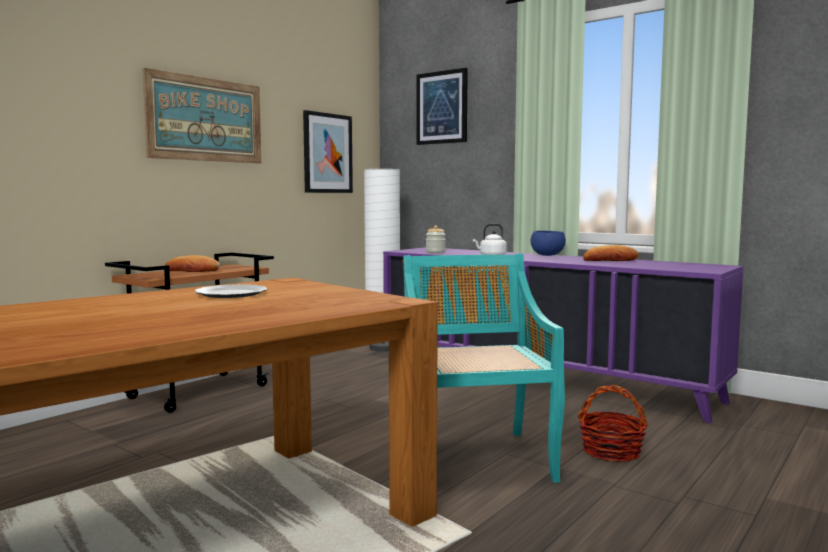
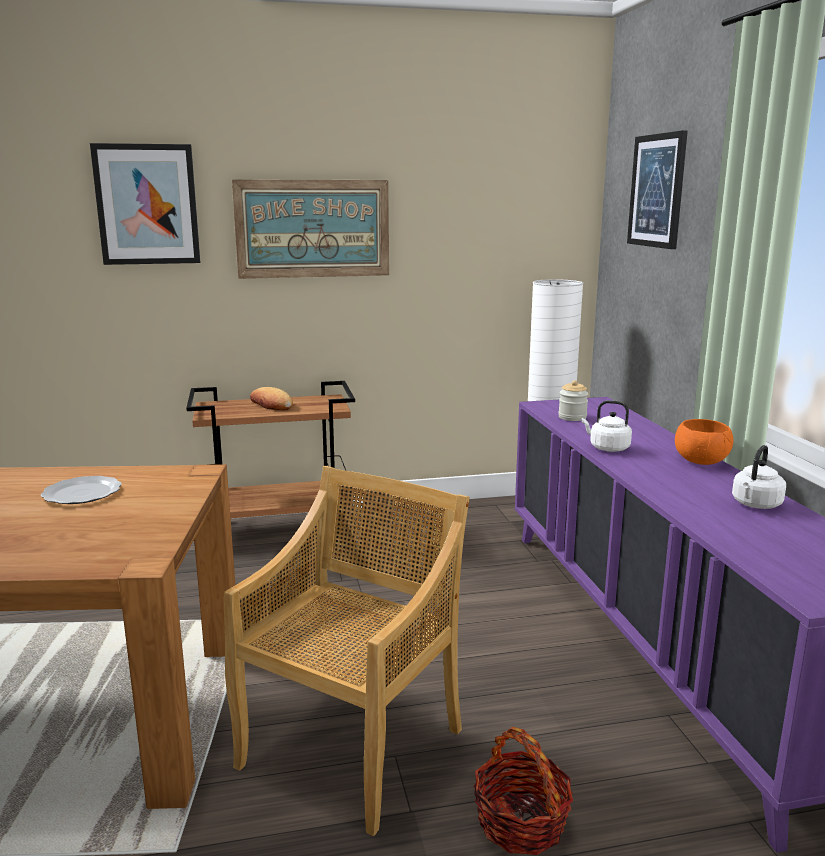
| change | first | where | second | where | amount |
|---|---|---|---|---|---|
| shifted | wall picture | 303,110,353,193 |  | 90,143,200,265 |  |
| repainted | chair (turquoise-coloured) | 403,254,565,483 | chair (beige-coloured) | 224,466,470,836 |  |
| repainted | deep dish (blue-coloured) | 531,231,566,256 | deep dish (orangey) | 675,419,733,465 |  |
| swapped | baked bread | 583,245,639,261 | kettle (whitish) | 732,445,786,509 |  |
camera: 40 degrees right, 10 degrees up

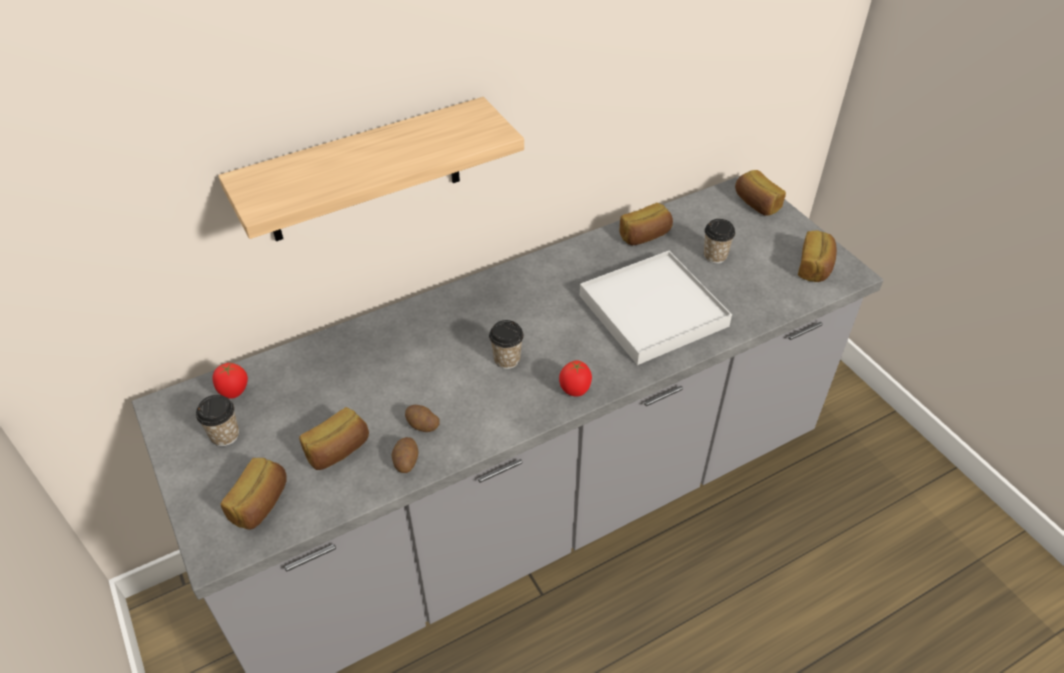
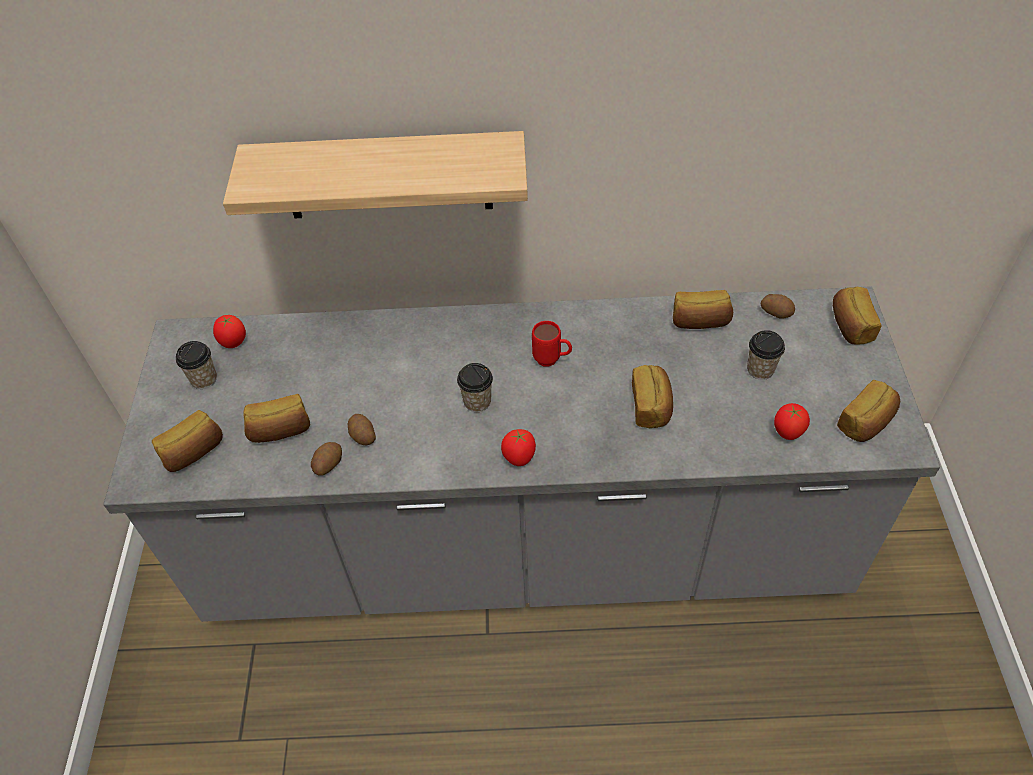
| change | first | where | second | where | amount |
|---|---|---|---|---|---|
| swapped | serving tray (whitish) | 580,251,732,365 | baked bread | 632,365,673,428 |  |
| new |  |  | tea mug (reddish) | 532,321,572,367 |  |
| new |  |  | spud | 761,294,795,319 |  |
| new |  |  | fresh tomato | 774,403,810,440 |  |
camera: 30 degrees right, 5 degrees up

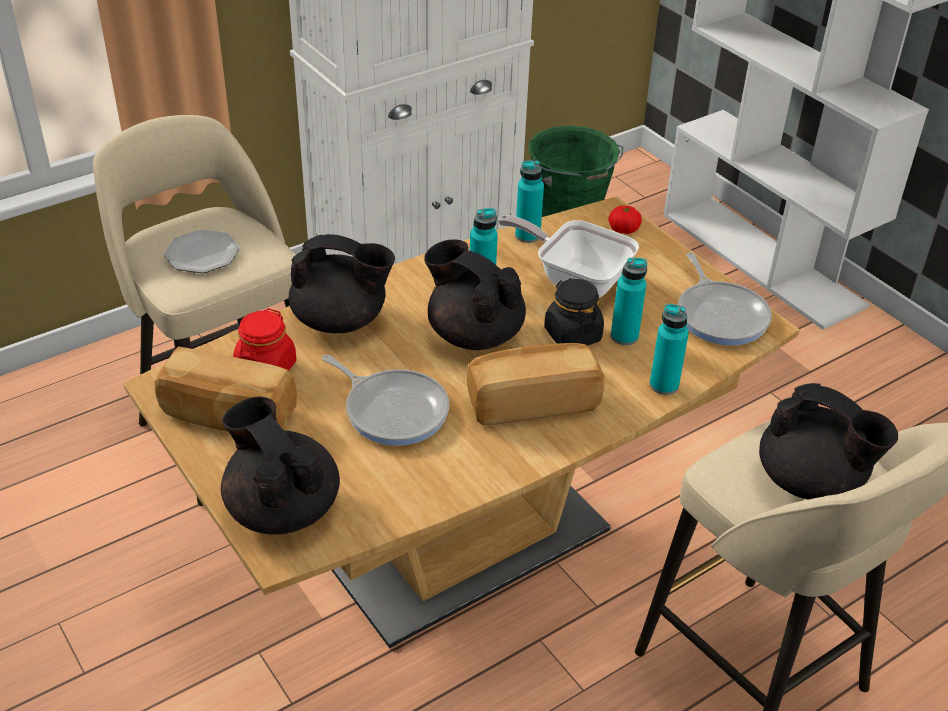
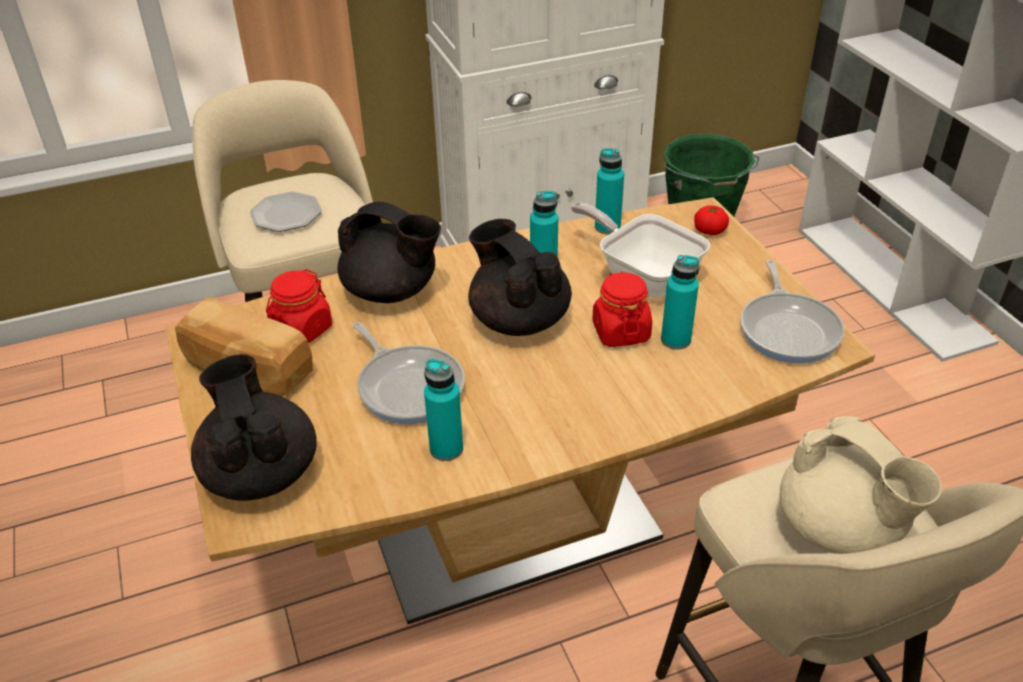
| change | first | where | second | where | amount |
|---|---|---|---|---|---|
| gone | baked bread | 467,343,604,425 |  |  |  |
| repainted | jar (blackish) | 544,278,604,346 | jar (reddish) | 592,271,652,347 |  |
| shifted | bottle (turquoise-coloured) | 650,304,689,395 |  | 424,358,463,461 |  |
| repainted | pot for tea (blackish) | 759,383,898,500 | pot for tea (beige-coloured) | 780,416,942,554 |  |
camera: 15 degrees right, 0 degrees up

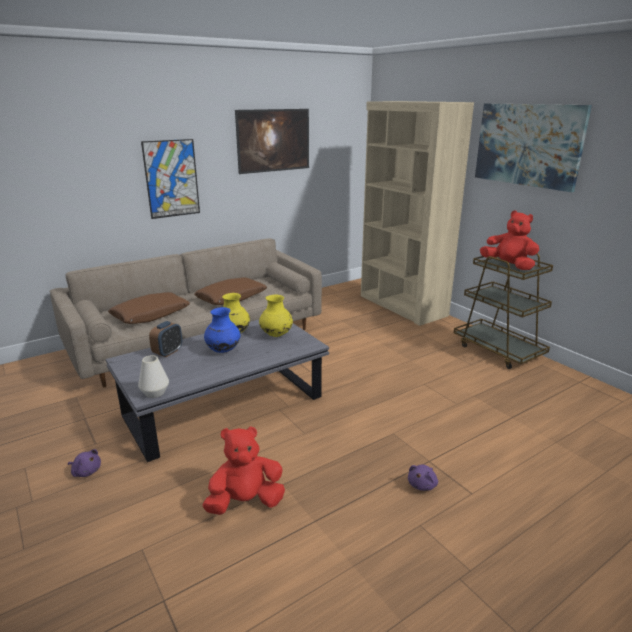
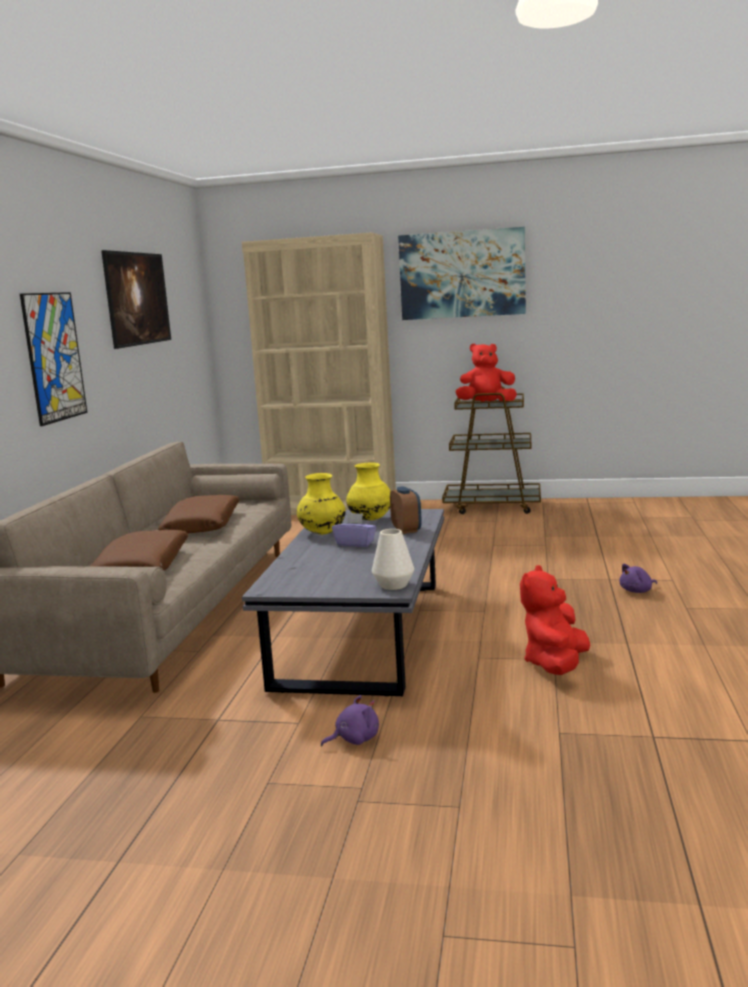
| change | first | where | second | where | amount |
|---|---|---|---|---|---|
| shifted | table clock | 149,321,182,357 |  | 390,486,422,534 |  |
| swapped | flower vase (blue-coloured) | 204,307,240,353 | tissue box (purple) | 332,513,377,547 |  |
| rotated | plush toy (purple) | 408,464,438,491 |  | 619,564,657,593 | 75 degrees clockwise |
camera: 45 degrees left, 10 degrees down

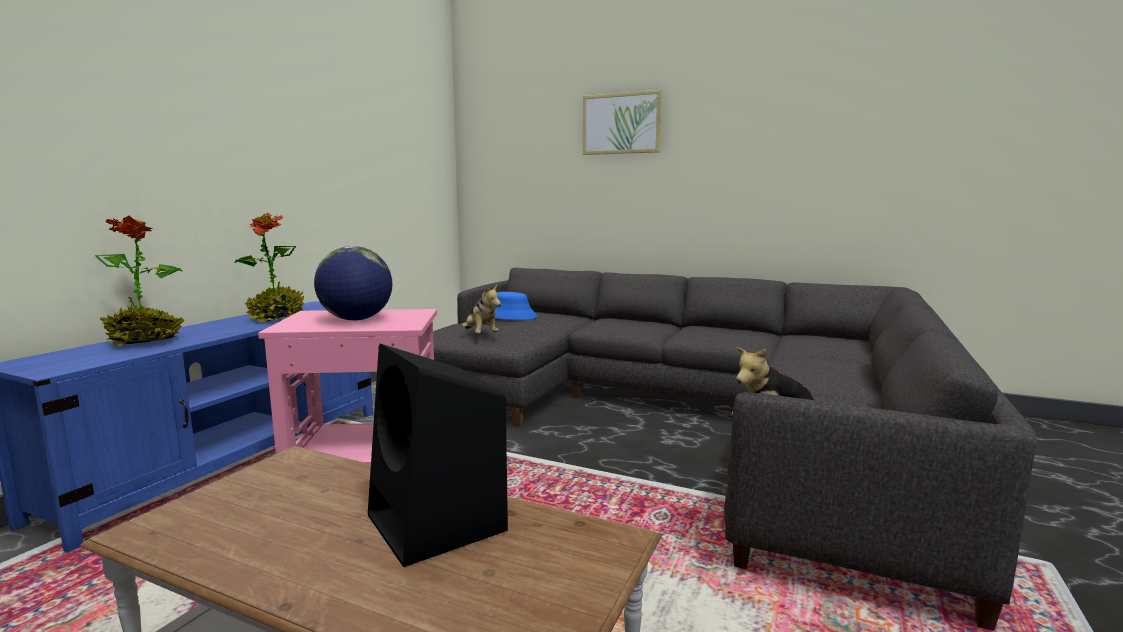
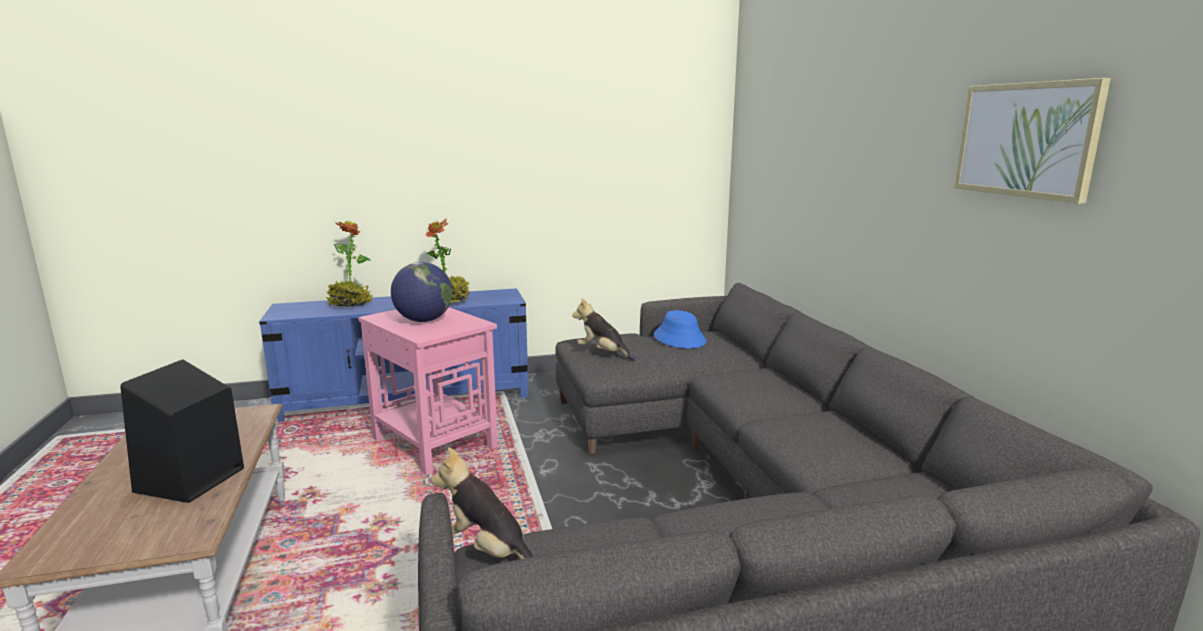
| change | first | where | second | where | amount |
|---|---|---|---|---|---|
| rotated | plush toy | 462,285,501,333 |  | 572,298,637,361 | 105 degrees clockwise |
| shifted | wall picture | 583,90,662,155 |  | 954,78,1111,204 |  |
camera: 50 degrees right, 5 degrees up

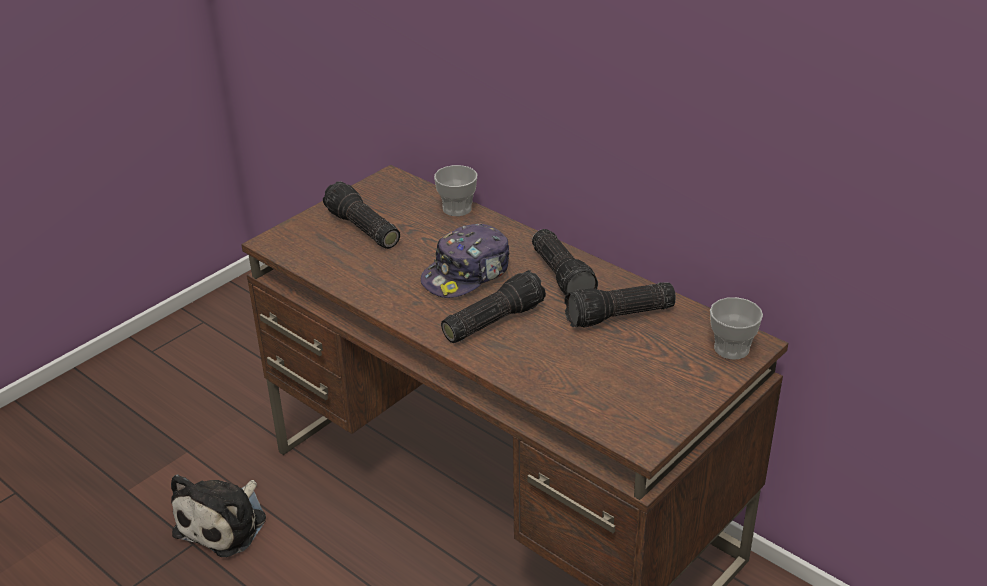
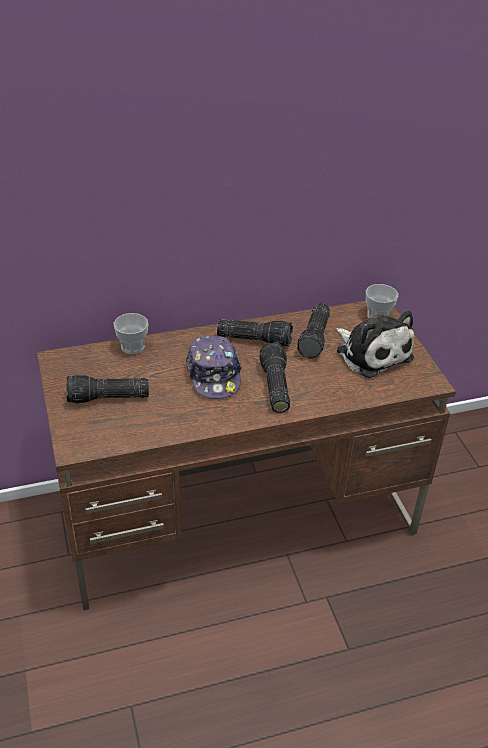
| change | first | where | second | where | amount |
|---|---|---|---|---|---|
| shifted | plush toy | 171,474,266,557 |  | 336,311,414,378 |  |
camera: 60 degrees left, 5 degrees up

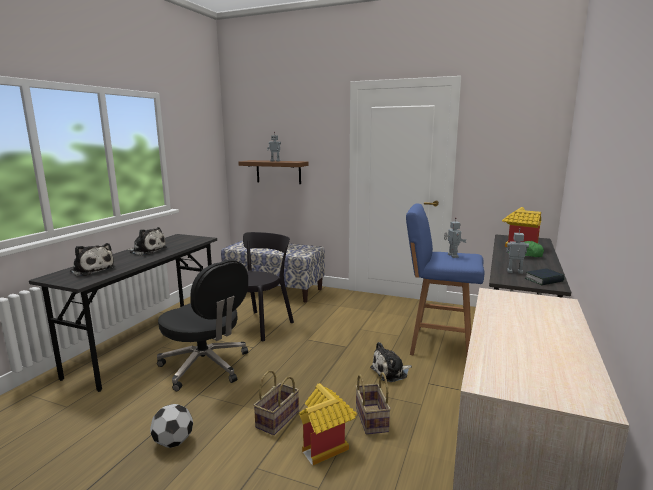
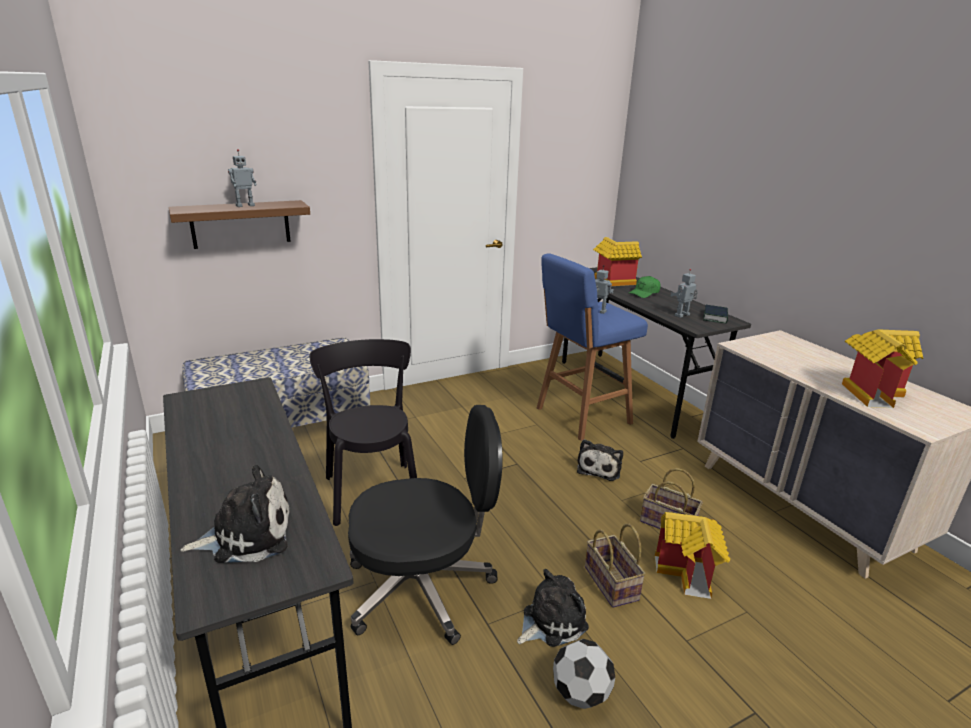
| change | first | where | second | where | amount |
|---|---|---|---|---|---|
| shifted | plush toy | 127,227,167,255 |  | 517,569,589,647 |  |
| new |  |  | miniature house | 842,329,923,408 |  |
camera: 50 degrees left, 10 degrees up

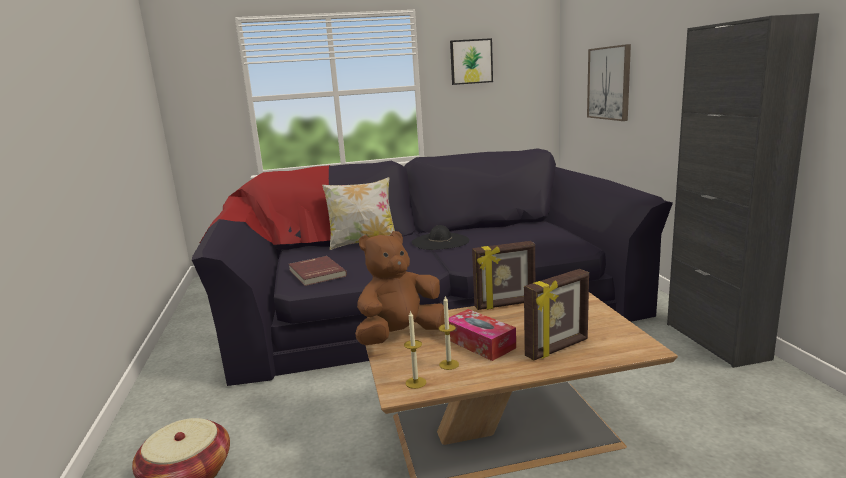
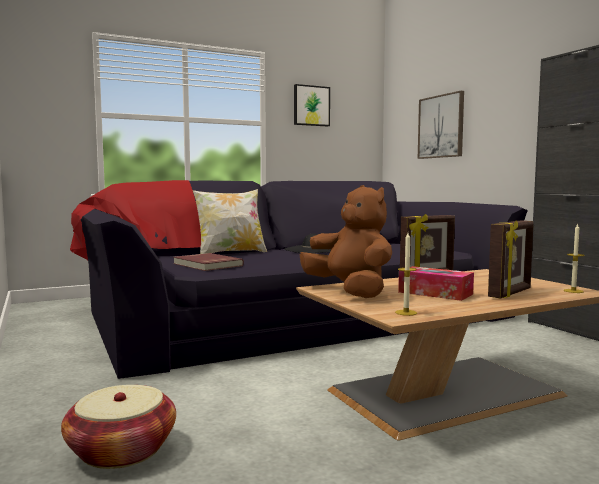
| change | first | where | second | where | amount |
|---|---|---|---|---|---|
| rotated | plush toy (brownish) | 355,231,445,345 |  | 300,185,392,298 | 105 degrees clockwise |
| shifted | candle | 439,296,459,370 |  | 564,223,584,293 |  |
camera: 15 degrees left, 10 degrees down

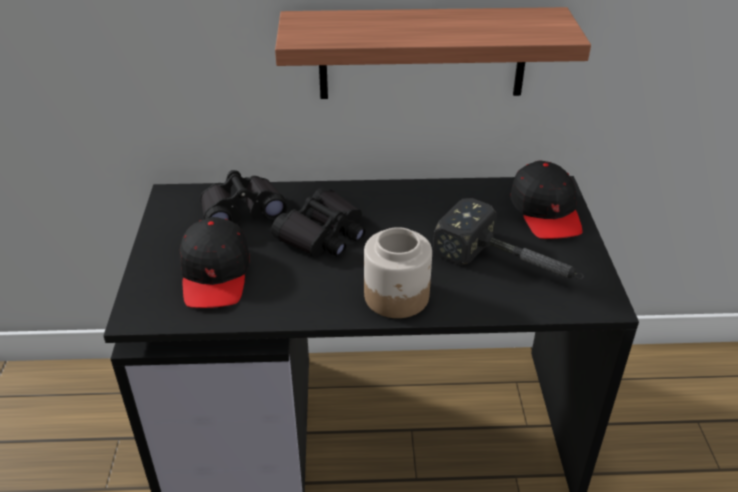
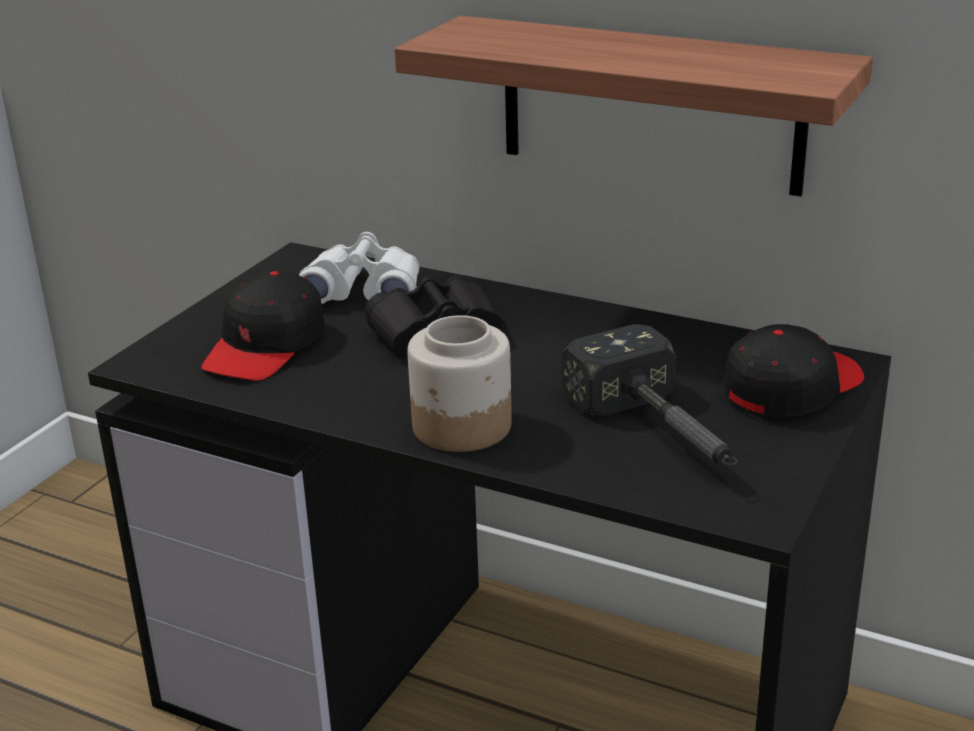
| change | first | where | second | where | amount |
|---|---|---|---|---|---|
| repainted | binoculars (blackish) | 200,170,288,223 | binoculars (whitish) | 299,232,419,304 |  |
| rotated | baseball cap (blackish) | 511,161,583,239 |  | 724,324,864,417 | 150 degrees counterclockwise |
camera: 30 degrees right, 10 degrees down

